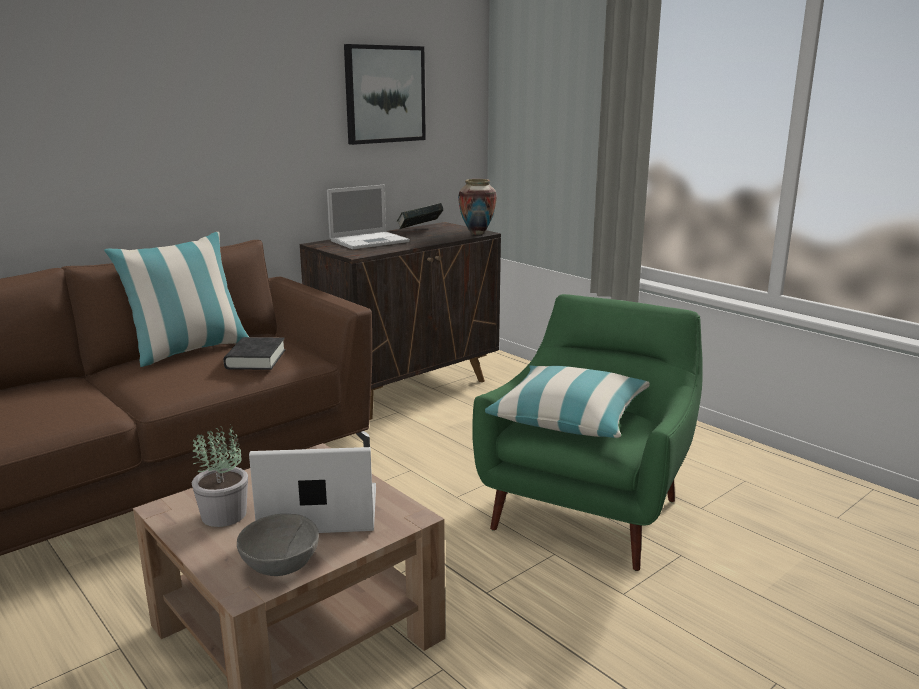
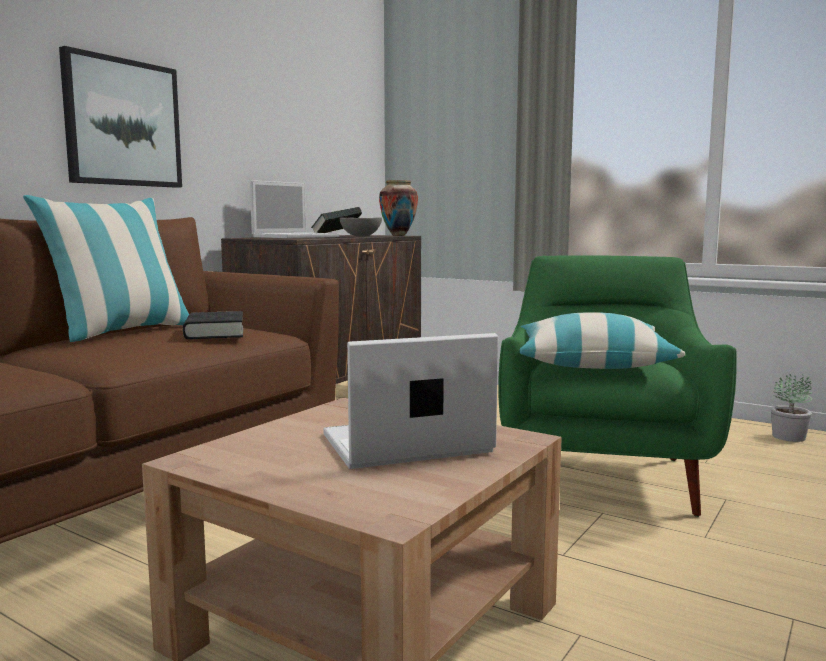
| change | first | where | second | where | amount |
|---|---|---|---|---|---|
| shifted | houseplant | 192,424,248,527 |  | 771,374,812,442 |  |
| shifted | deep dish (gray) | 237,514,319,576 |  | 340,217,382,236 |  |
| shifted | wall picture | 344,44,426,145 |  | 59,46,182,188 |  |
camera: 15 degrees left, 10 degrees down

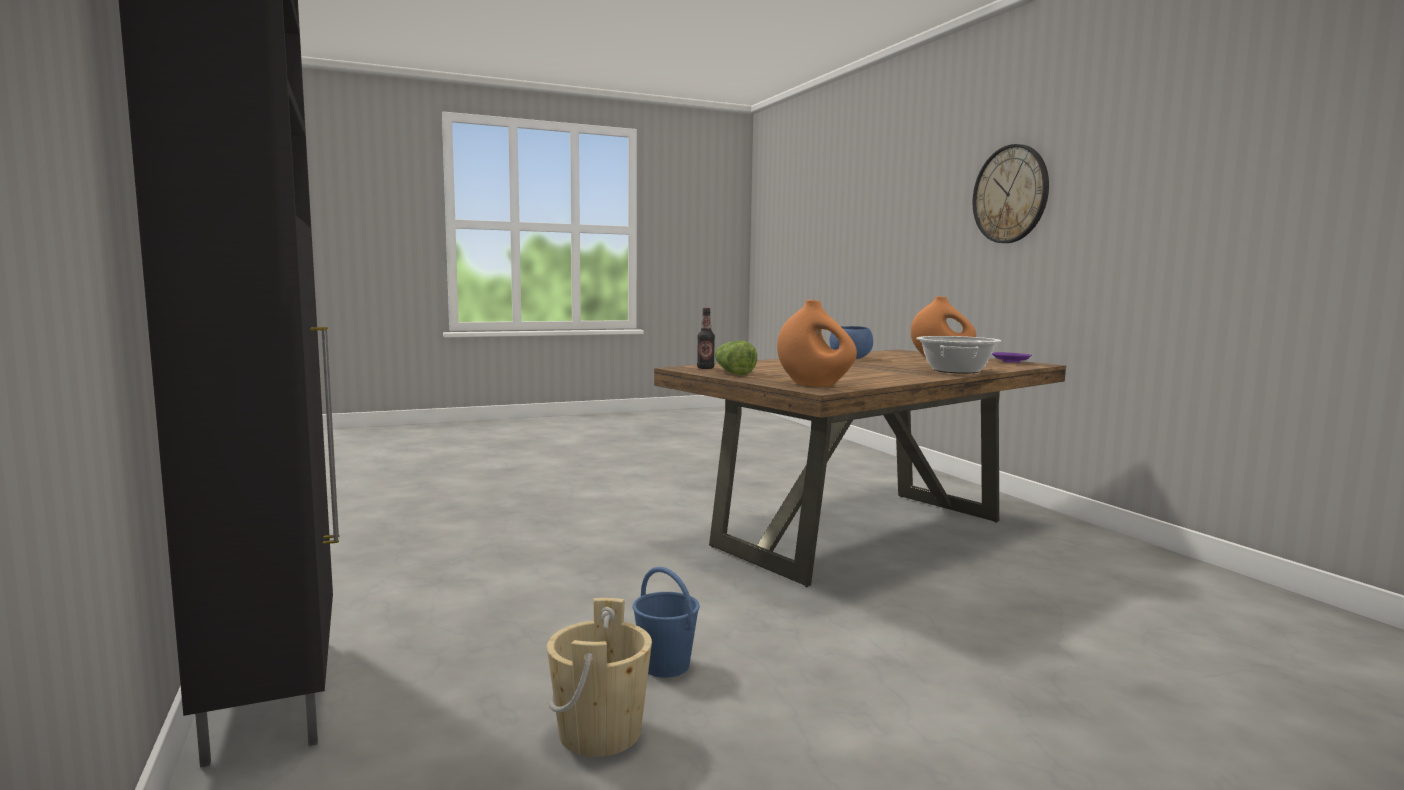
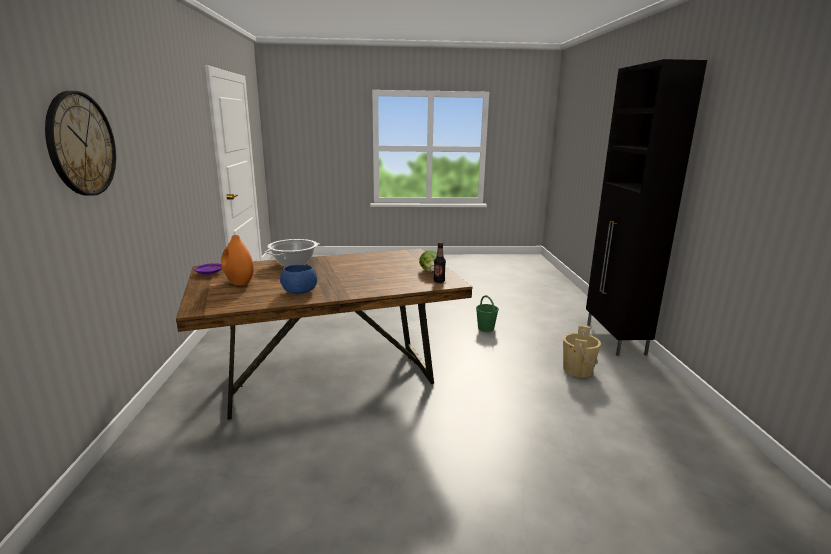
| change | first | where | second | where | amount |
|---|---|---|---|---|---|
| shifted | bucket (beige-coloured) | 547,598,652,757 |  | 563,325,601,378 |  |
| repainted | bucket (blue-coloured) | 633,567,700,678 | bucket (green) | 476,295,499,332 |  |
| gone | flower vase (orangey) | 777,300,857,387 |  |  |  |
camera: 160 degrees left, 10 degrees up

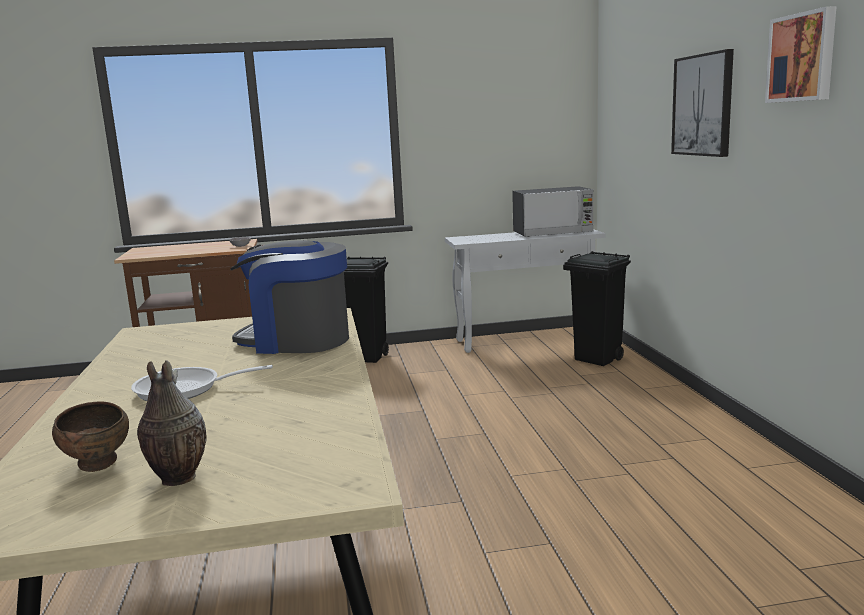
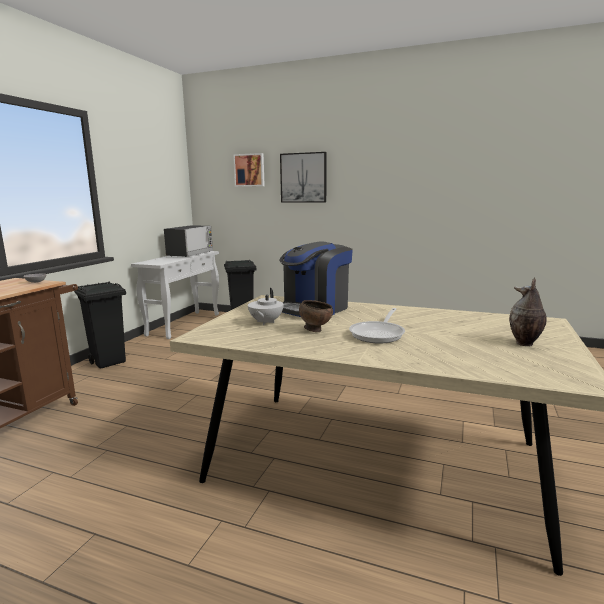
| change | first | where | second | where | amount |
|---|---|---|---|---|---|
| shifted | deep dish (brownish) | 52,401,129,472 |  | 299,300,333,332 |  |
| shifted | wall picture | 765,6,837,103 |  | 233,153,265,187 |  |
| new |  |  | pot for tea (whitish) | 248,288,284,325 |  |
camera: 60 degrees left, 0 degrees up

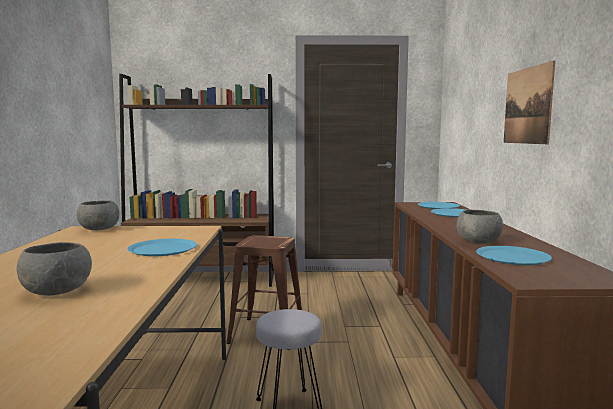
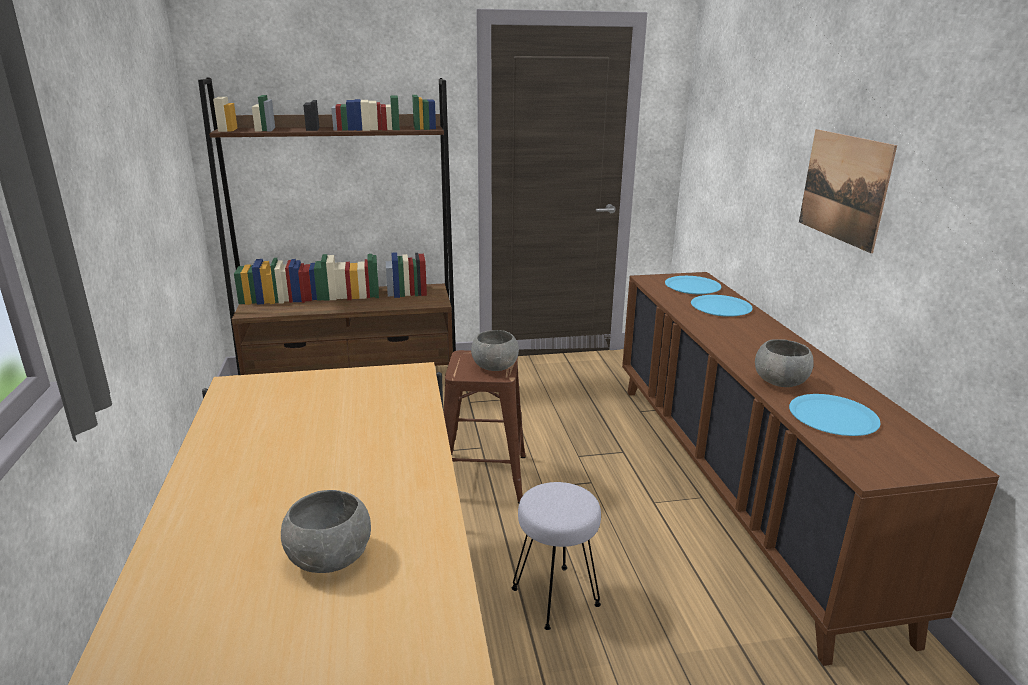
| change | first | where | second | where | amount |
|---|---|---|---|---|---|
| shifted | deep dish (gray) | 77,200,119,231 |  | 471,330,519,371 |  |
| gone | flat dish (blue-coloured) | 127,239,197,256 |  |  |  |
camera: 10 degrees left, 15 degrees up

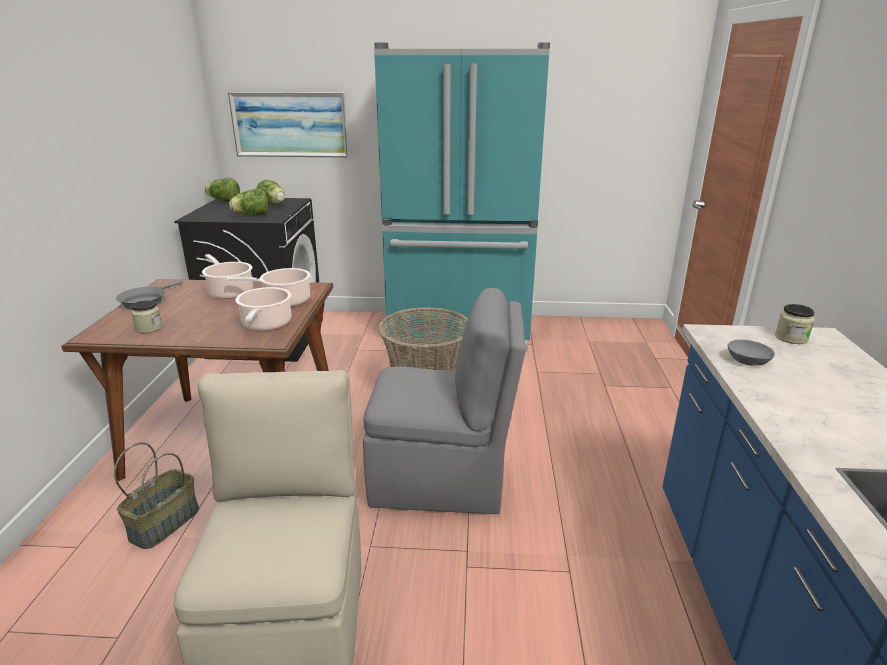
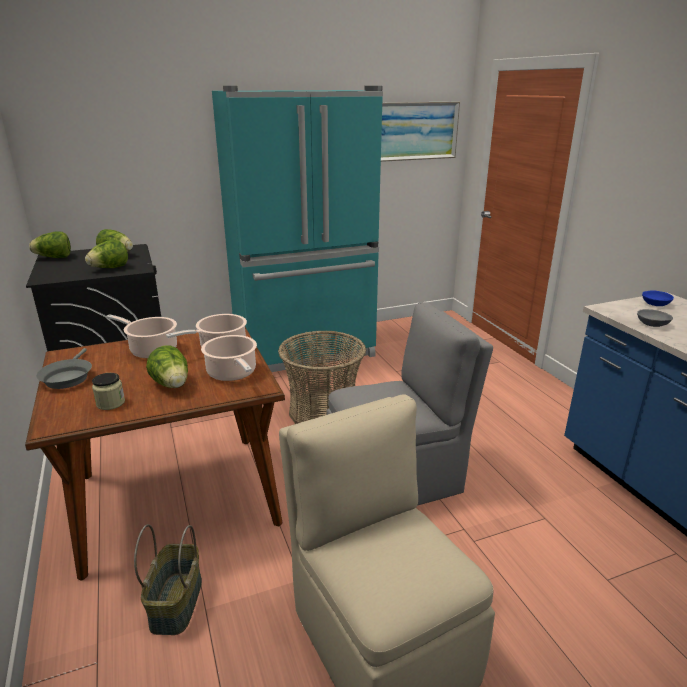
| change | first | where | second | where | amount |
|---|---|---|---|---|---|
| shifted | wall picture | 228,92,349,158 |  | 381,102,460,162 |  |
| swapped | jar | 775,304,815,344 | deep dish (blue-coloured) | 642,291,674,306 |  |
| new |  |  | lettuce | 146,345,188,388 |  |
camera: 25 degrees left, 0 degrees up

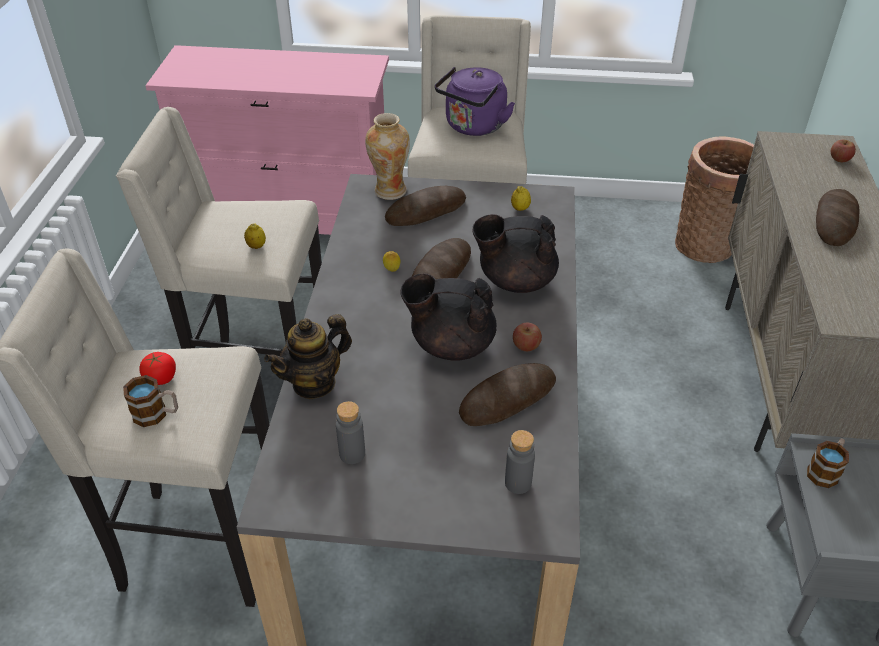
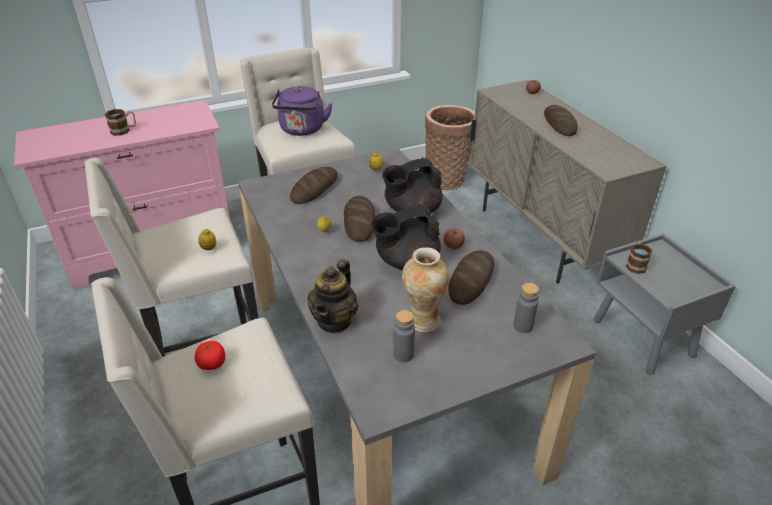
| change | first | where | second | where | amount |
|---|---|---|---|---|---|
| shifted | tea mug | 123,375,178,427 |  | 105,109,136,136 |  |
| shifted | flower vase | 365,113,410,200 |  | 402,247,449,332 |  |
camera: 30 degrees left, 5 degrees down

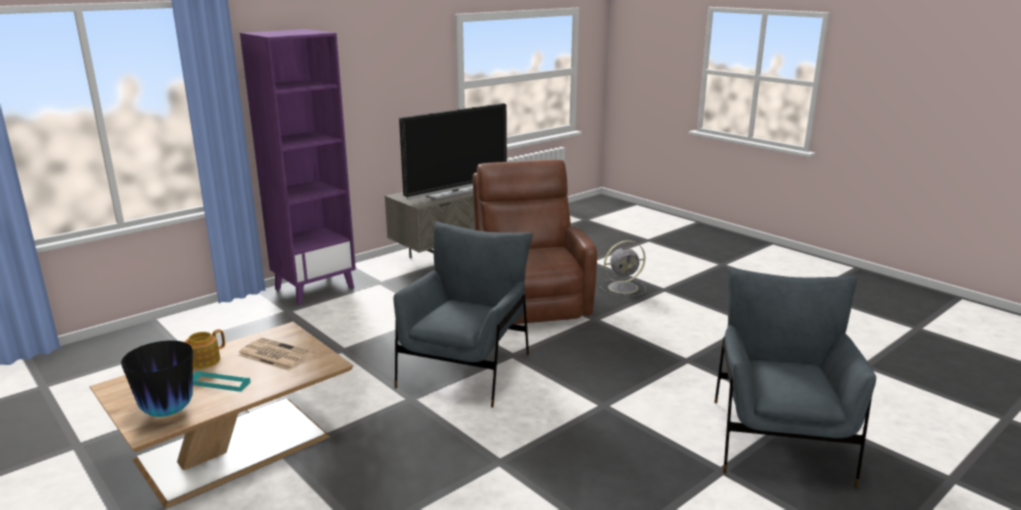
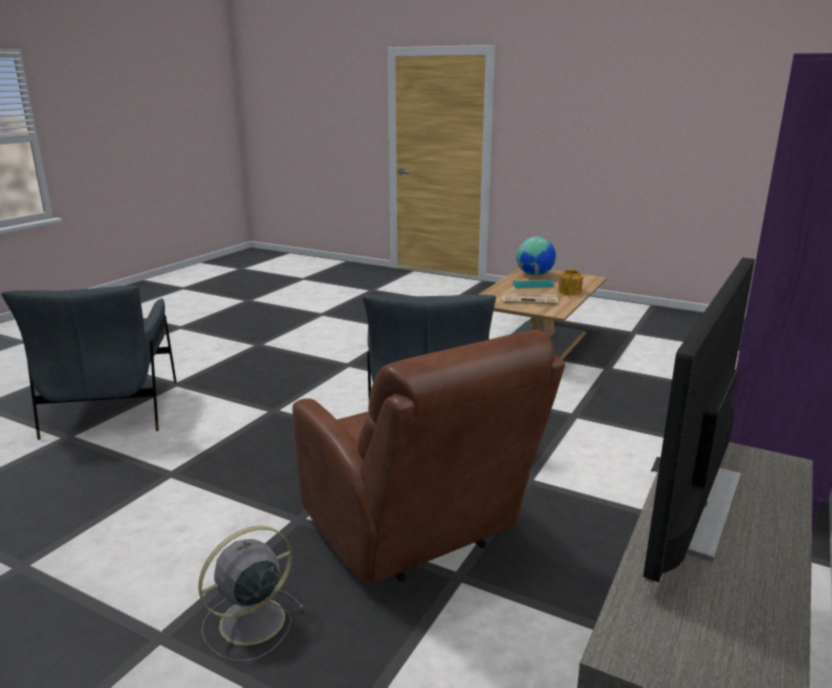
| change | first | where | second | where | amount |
|---|---|---|---|---|---|
| swapped | flower vase | 121,340,193,417 | globe | 516,236,556,276 |  |
camera: 160 degrees right, 0 degrees up

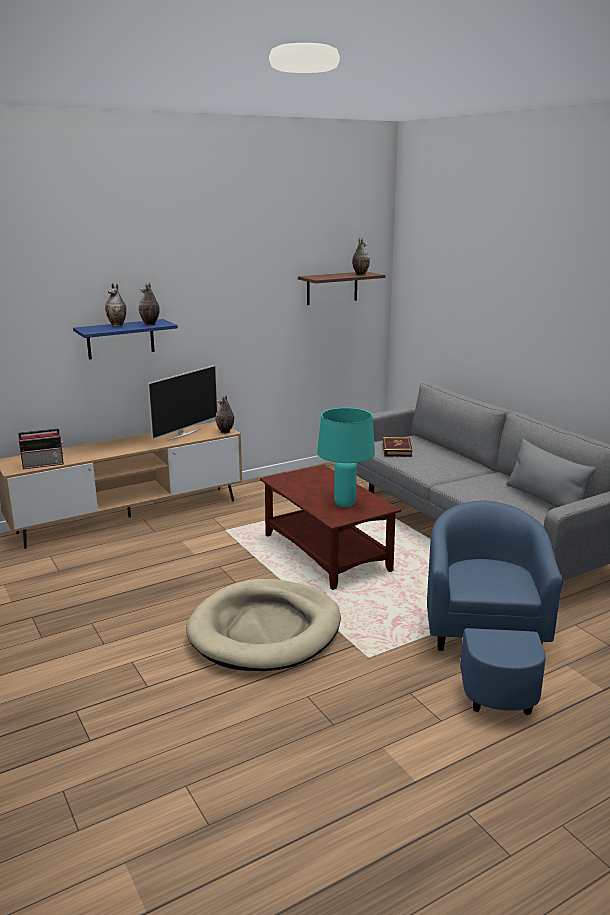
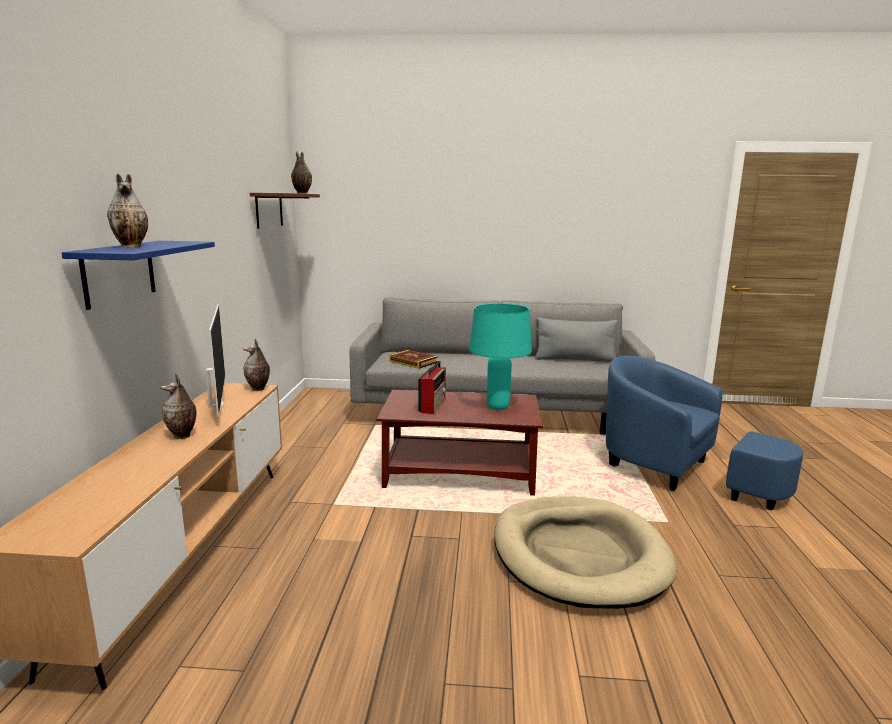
| change | first | where | second | where | amount |
|---|---|---|---|---|---|
| shifted | radio | 18,429,64,469 |  | 418,361,446,414 |  |
| shifted | flower vase | 139,283,160,326 |  | 160,374,197,439 |  |
camera: 55 degrees left, 5 degrees down

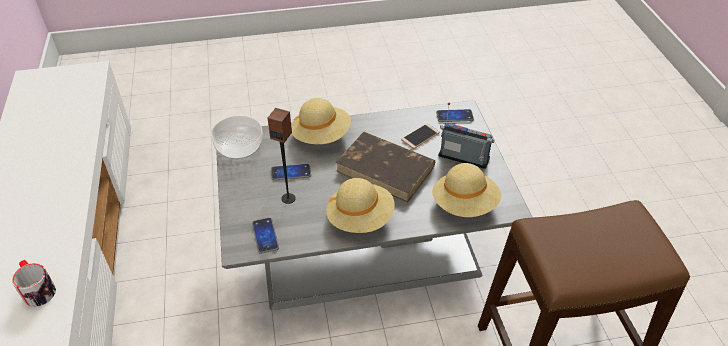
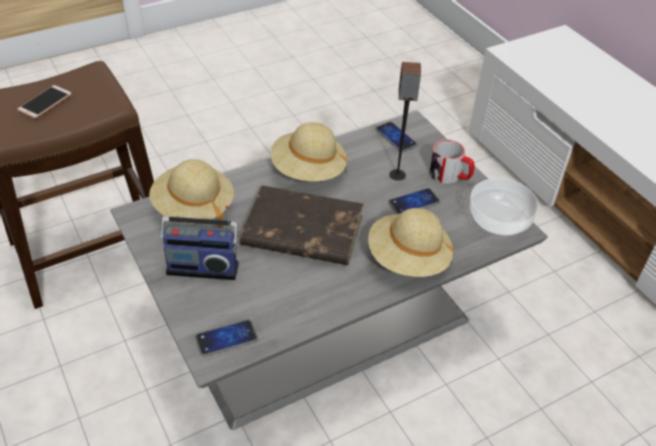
| change | first | where | second | where | amount |
|---|---|---|---|---|---|
| shifted | tea mug | 12,260,56,307 |  | 429,140,474,184 |  |
| shifted | telephone | 401,123,440,149 |  | 17,85,72,119 |  |
camera: 160 degrees right, 0 degrees up

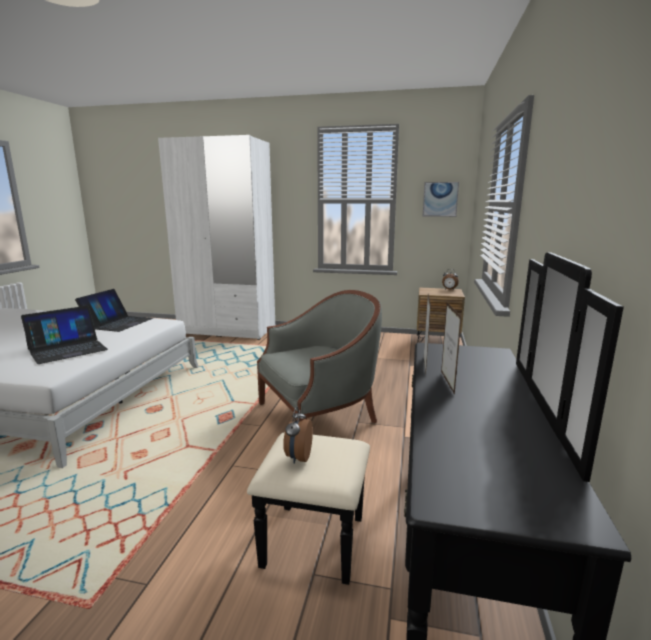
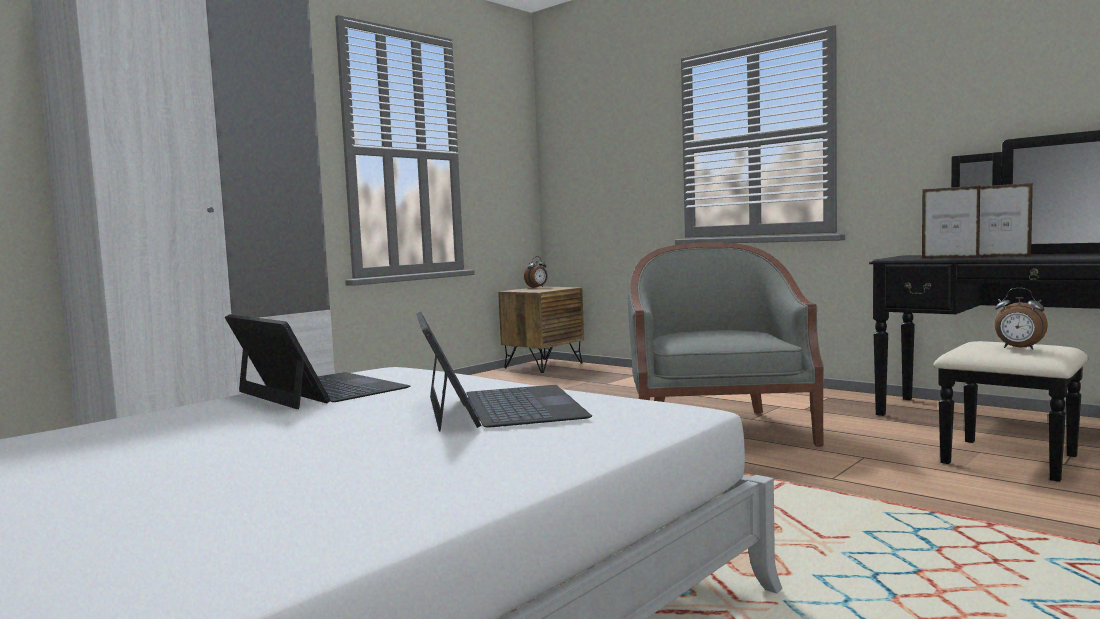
| change | first | where | second | where | amount |
|---|---|---|---|---|---|
| gone | wall picture | 423,182,459,217 |  |  |  |
camera: 60 degrees left, 10 degrees down

